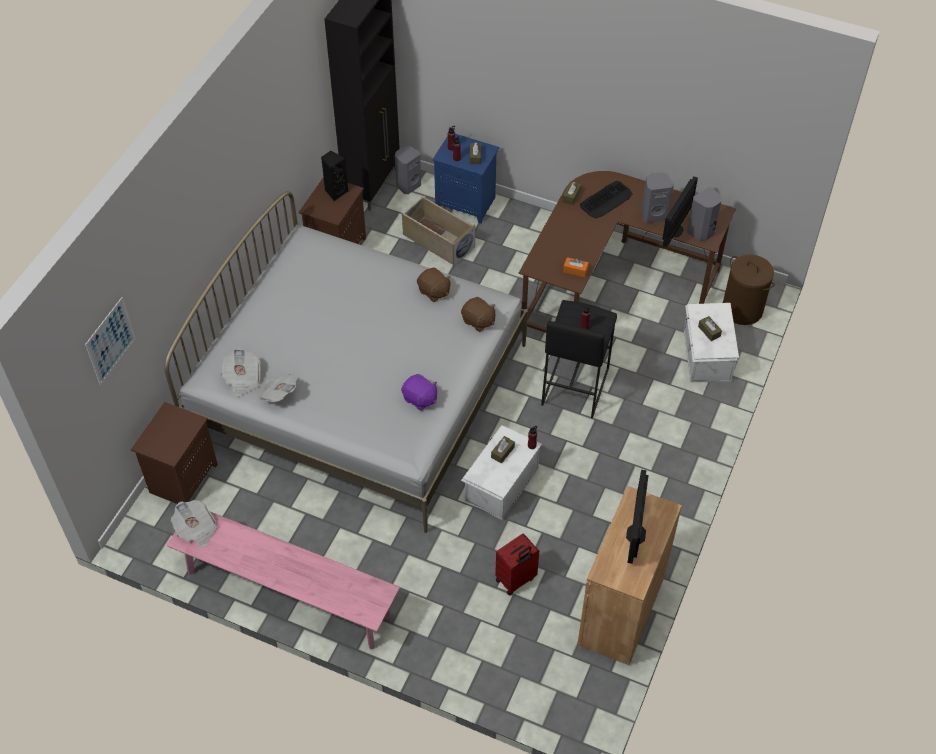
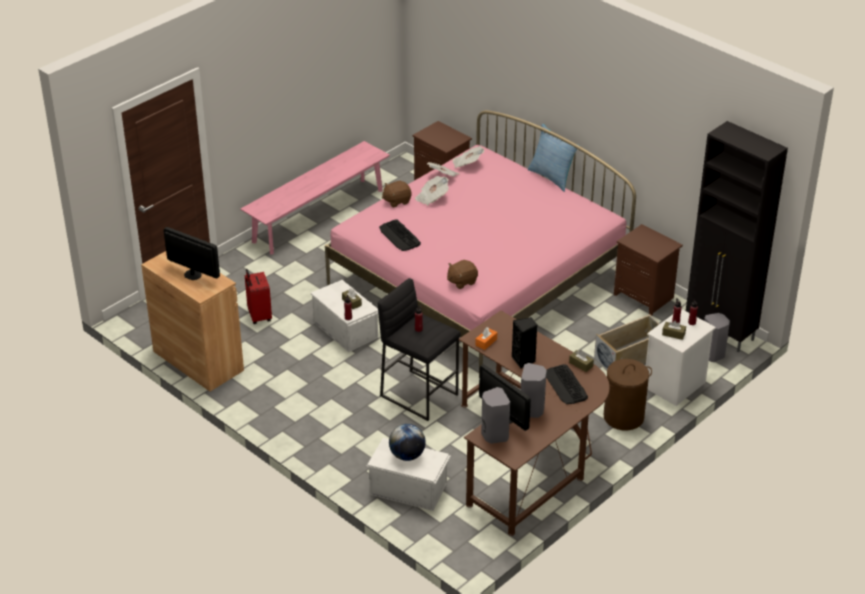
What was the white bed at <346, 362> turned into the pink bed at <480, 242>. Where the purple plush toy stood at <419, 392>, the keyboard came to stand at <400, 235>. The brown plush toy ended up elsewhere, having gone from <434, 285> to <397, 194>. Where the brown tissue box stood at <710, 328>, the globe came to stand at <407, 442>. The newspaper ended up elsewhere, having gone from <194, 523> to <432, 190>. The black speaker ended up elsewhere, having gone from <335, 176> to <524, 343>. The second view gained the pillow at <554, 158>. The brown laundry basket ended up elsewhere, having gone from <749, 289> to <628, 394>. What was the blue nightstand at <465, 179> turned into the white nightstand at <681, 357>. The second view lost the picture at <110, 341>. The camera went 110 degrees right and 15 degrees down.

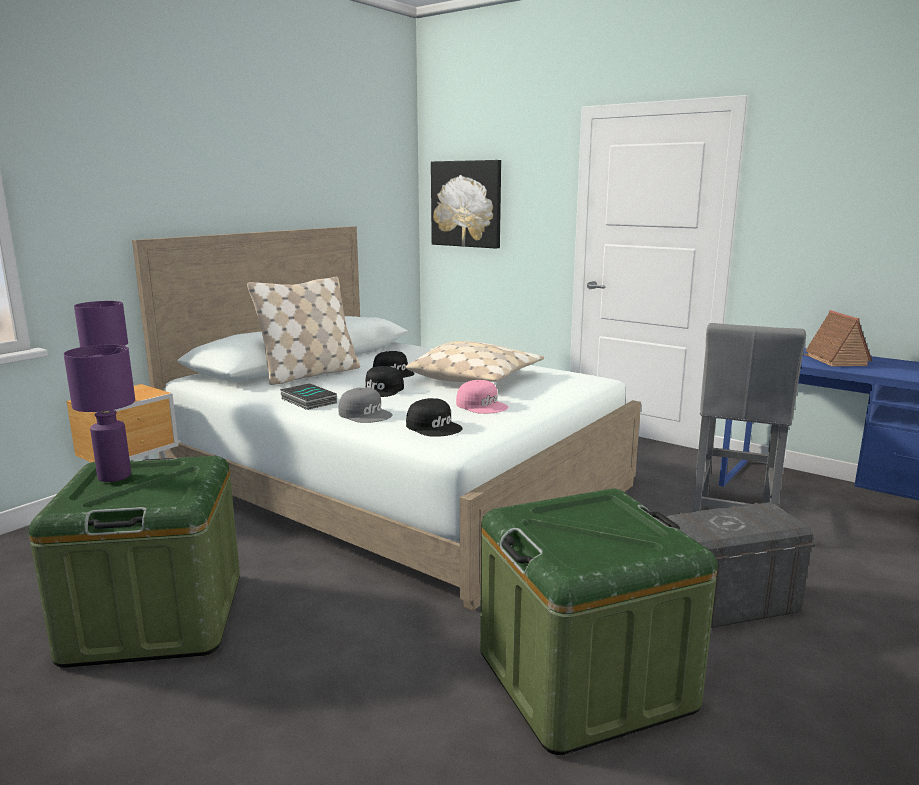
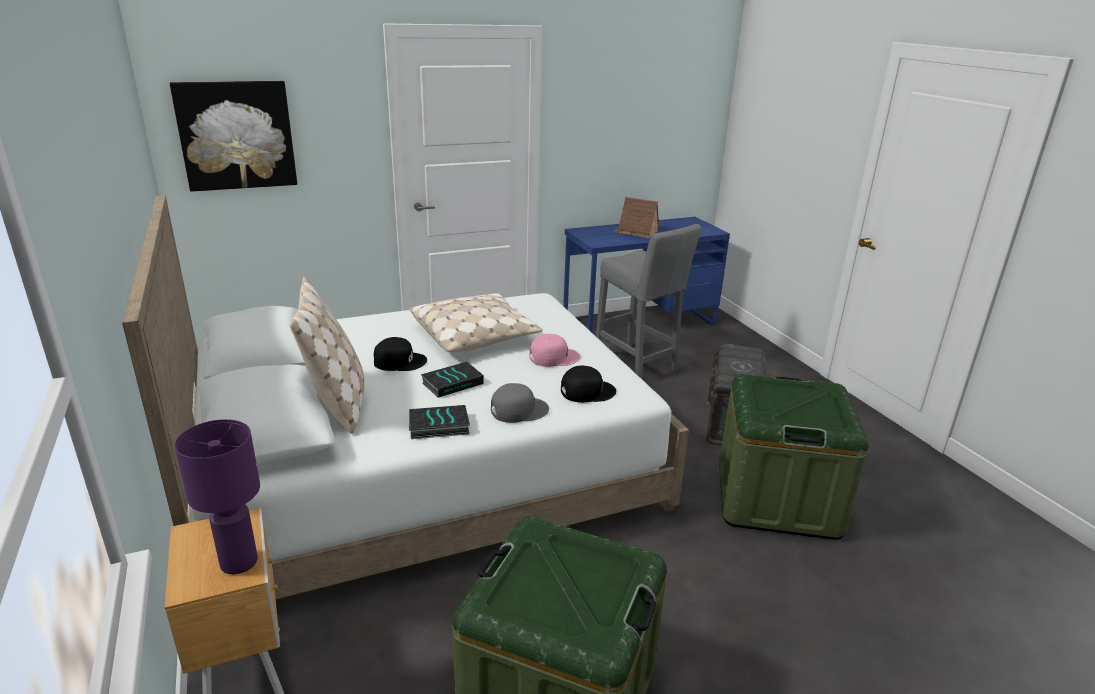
Where the black cap stood at <384, 381>, the book came to stand at <452, 380>. The second view lost the purple table lamp at <99, 413>. The camera went 60 degrees left and 10 degrees up.

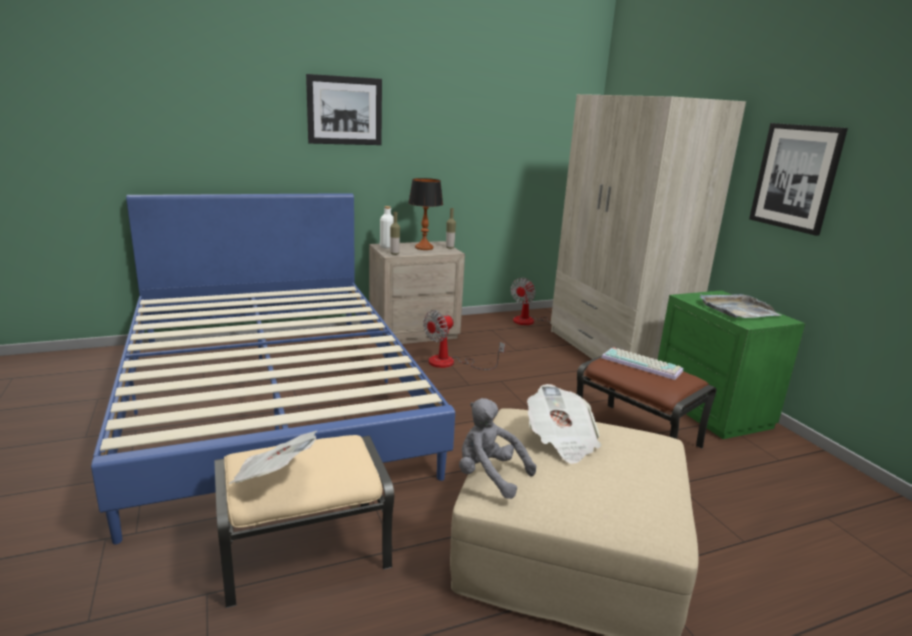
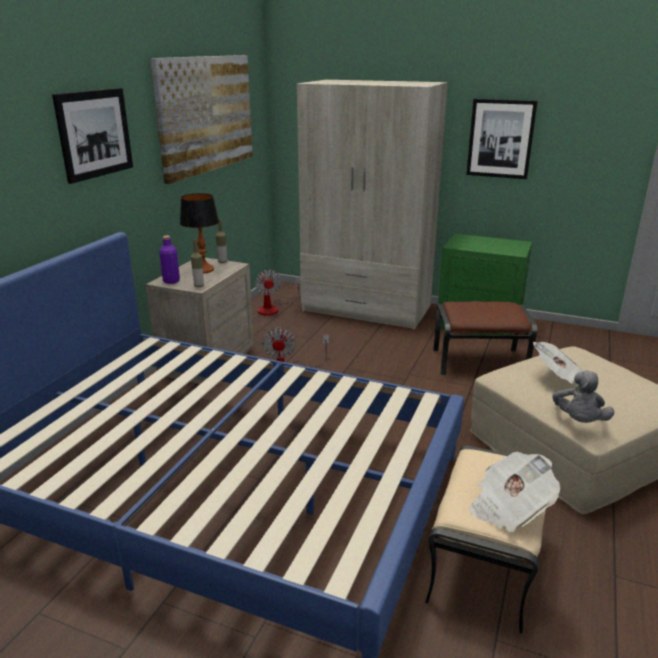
The second view gained the picture at <201, 119>. What was the white bottle at <387, 227> turned into the purple bottle at <169, 260>. The grey plush toy at <497, 448> ended up facing another way, 60 degrees counterclockwise from before. The second view lost the keyboard at <642, 363>. The second view lost the grey tray at <740, 306>. The camera went 45 degrees left and 5 degrees up.

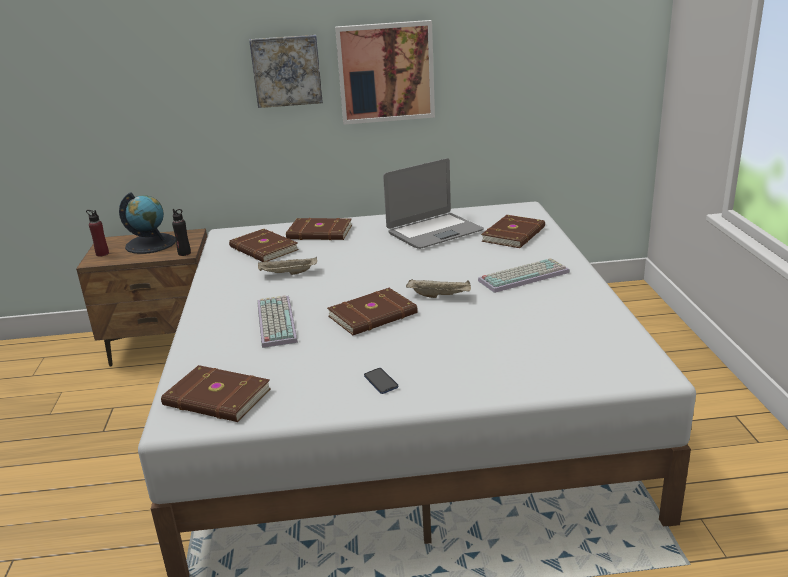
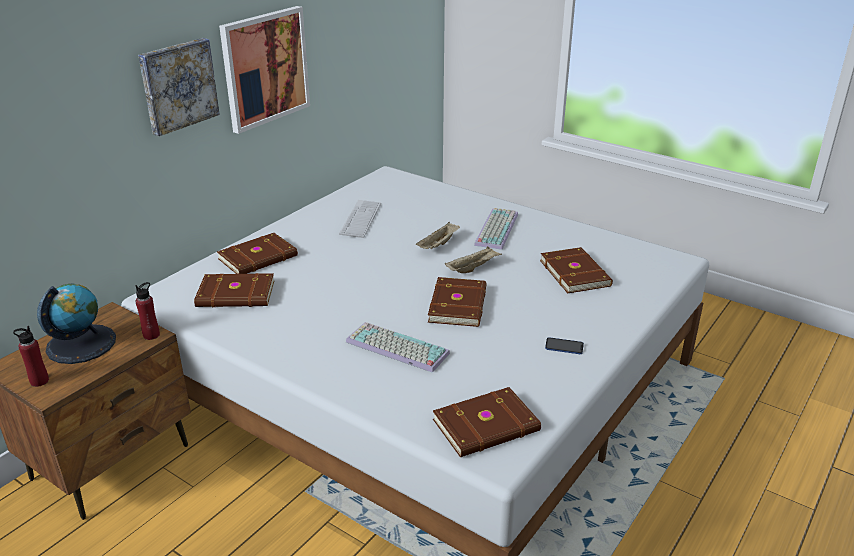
What was the black bottle at <181, 232> turned into the red bottle at <147, 311>. Where the laptop stood at <433, 203>, the keyboard came to stand at <360, 219>. The beige tray ended up elsewhere, having gone from <287, 266> to <438, 235>. The brown book ended up elsewhere, having gone from <513, 231> to <576, 270>. The camera went 50 degrees left and 5 degrees up.

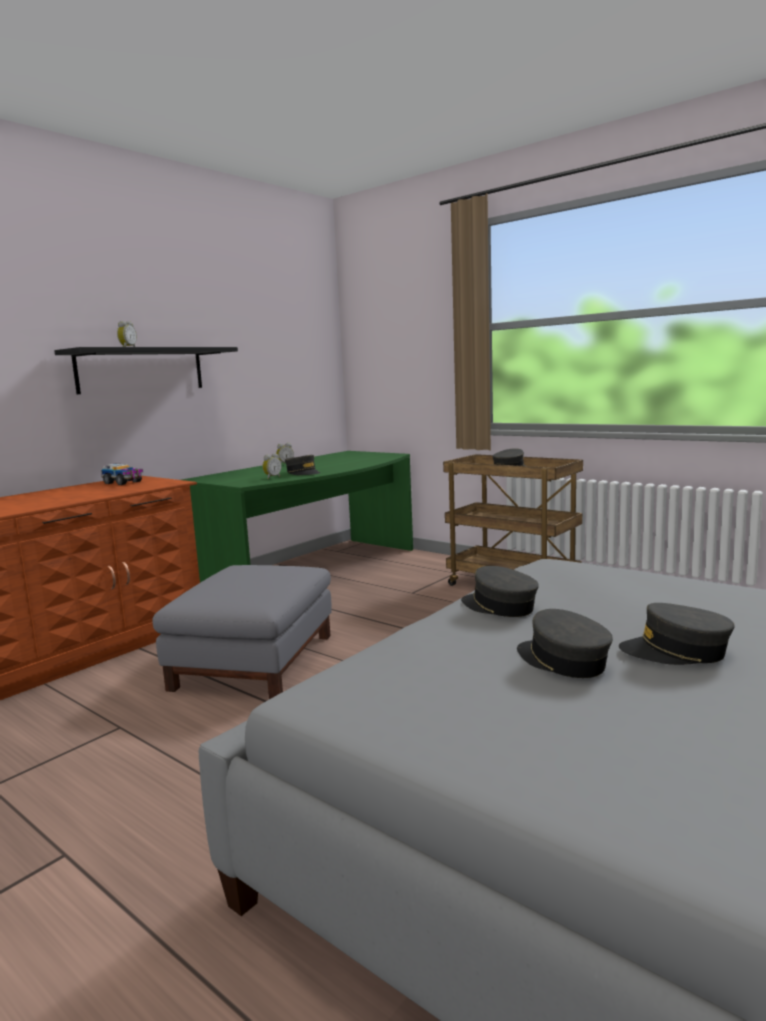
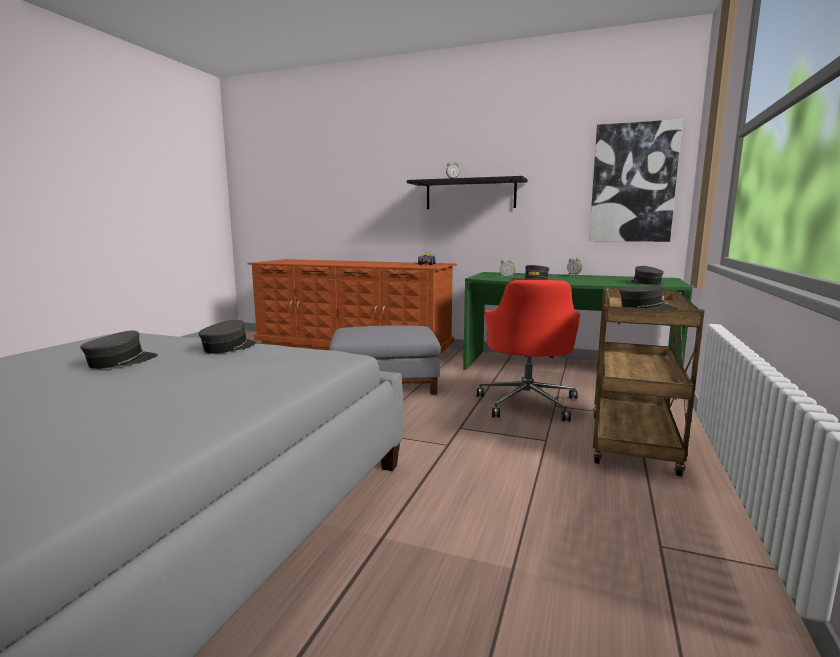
The second view gained the red office chair at <528, 351>. The second view gained the picture at <636, 180>. The grey cap ended up elsewhere, having gone from <677, 634> to <647, 275>. The camera went 70 degrees right and 0 degrees up.

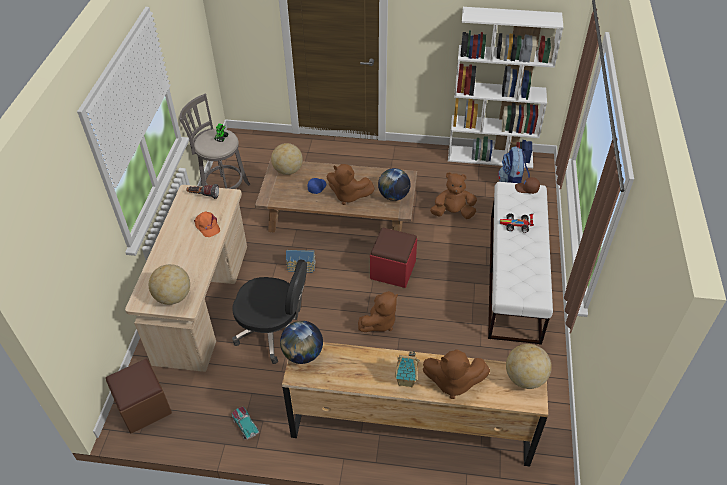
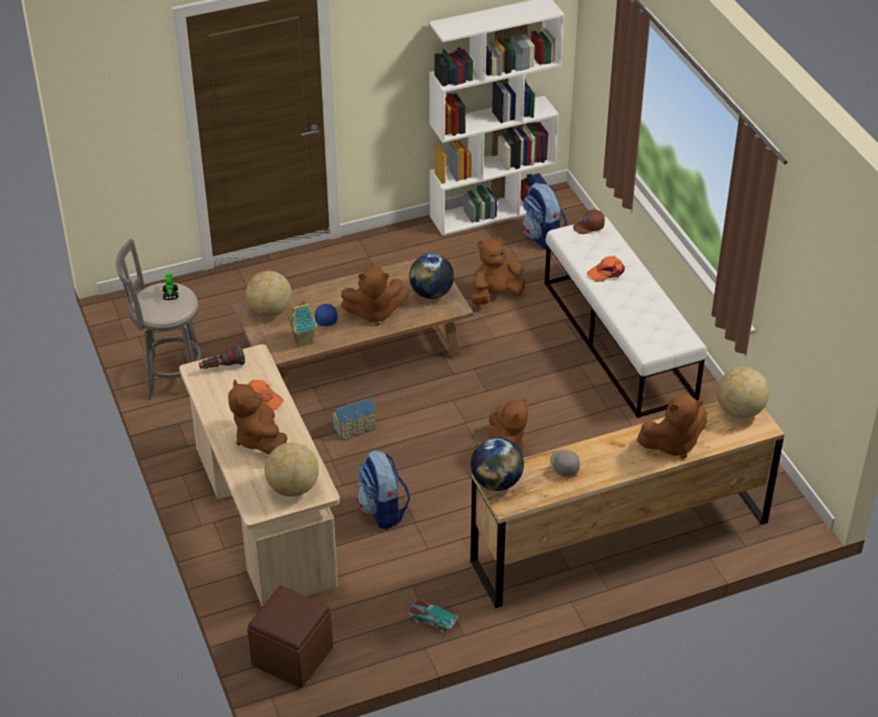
The second view gained the brown plush toy at <257, 416>. The toy house ended up elsewhere, having gone from <407, 369> to <302, 324>. Where the black office chair stood at <269, 311>, the backpack came to stand at <384, 489>. The second view gained the grey cap at <565, 463>. Where the toy car stood at <517, 223>, the orange cap came to stand at <606, 269>. The second view lost the red ottoman at <393, 258>. The camera went 30 degrees left and 5 degrees down.

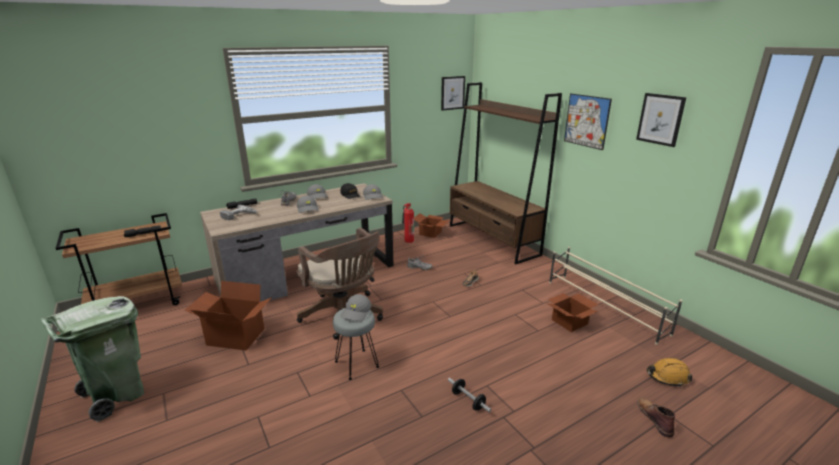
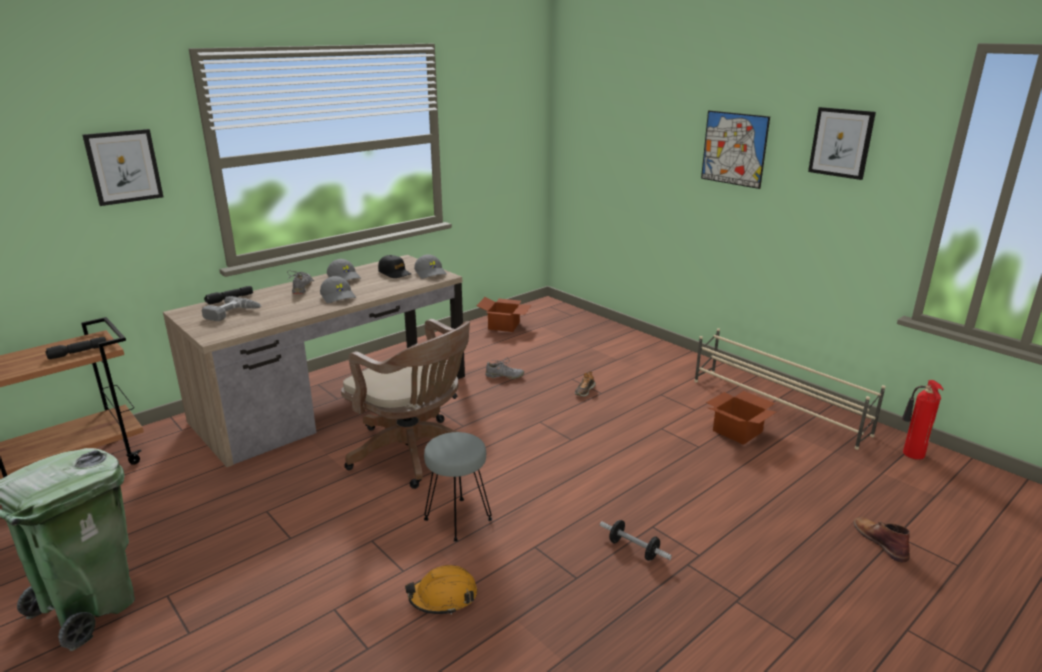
The picture ended up elsewhere, having gone from <453, 93> to <122, 167>. The orange hard hat ended up elsewhere, having gone from <669, 372> to <441, 590>. The fire extinguisher ended up elsewhere, having gone from <408, 223> to <923, 420>. The second view lost the cardboard box at <228, 316>. The second view lost the grey cap at <355, 307>. The second view lost the brown bookcase at <506, 173>. The camera went 10 degrees left and 0 degrees up.

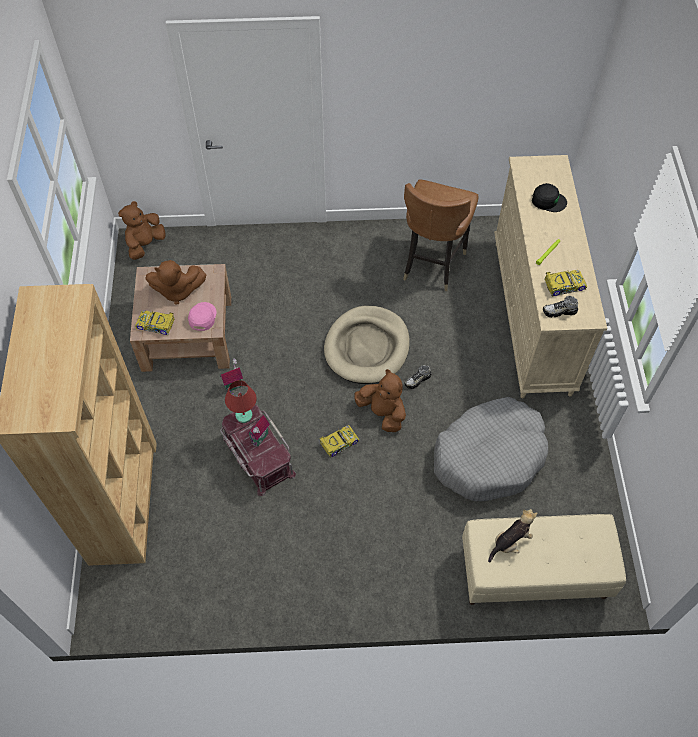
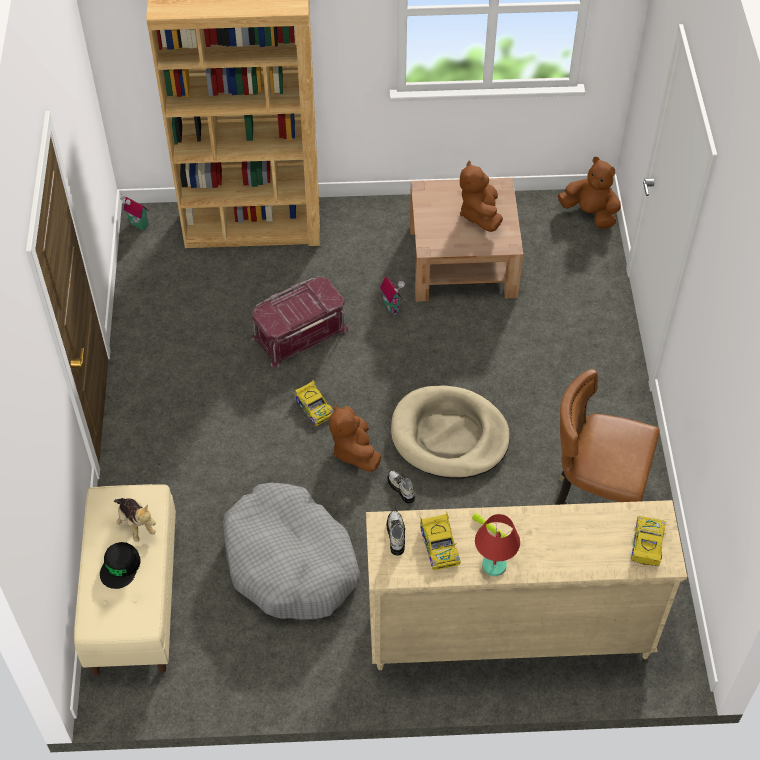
The black cap ended up elsewhere, having gone from <549, 197> to <120, 565>. The toy house ended up elsewhere, having gone from <258, 431> to <134, 212>. The brown plush toy at <380, 400> ended up facing another way, 120 degrees clockwise from before. The red table lamp ended up elsewhere, having gone from <241, 401> to <497, 545>. The toy car ended up elsewhere, having gone from <155, 322> to <648, 541>. The second view lost the pink cap at <202, 316>. The camera went 90 degrees right and 5 degrees down.

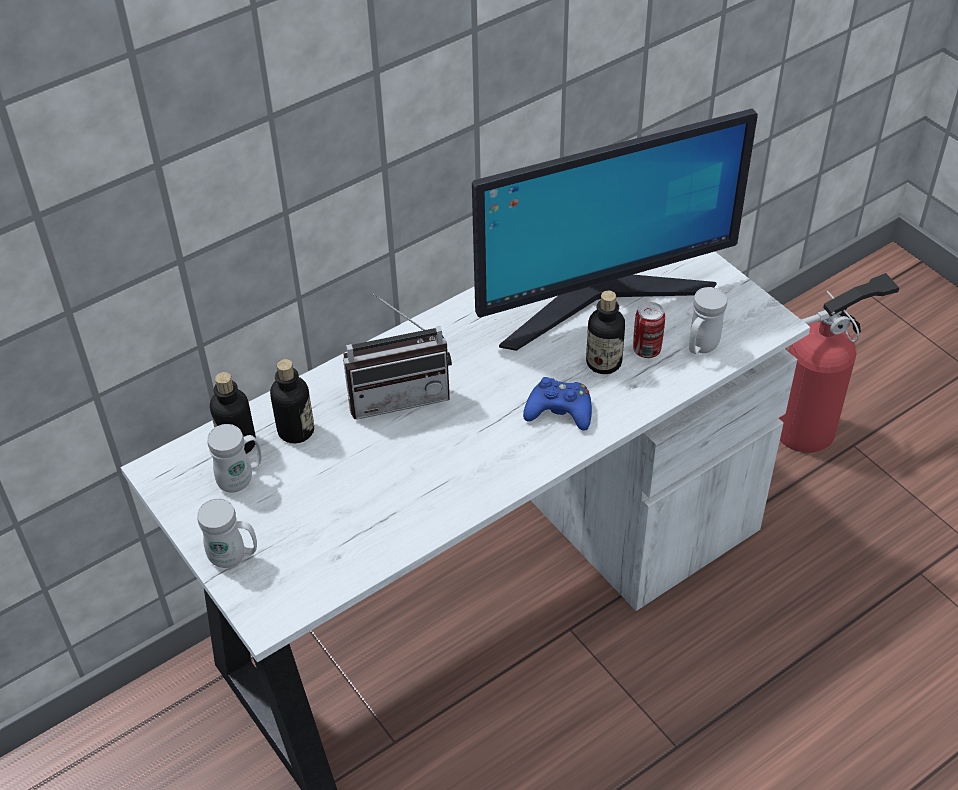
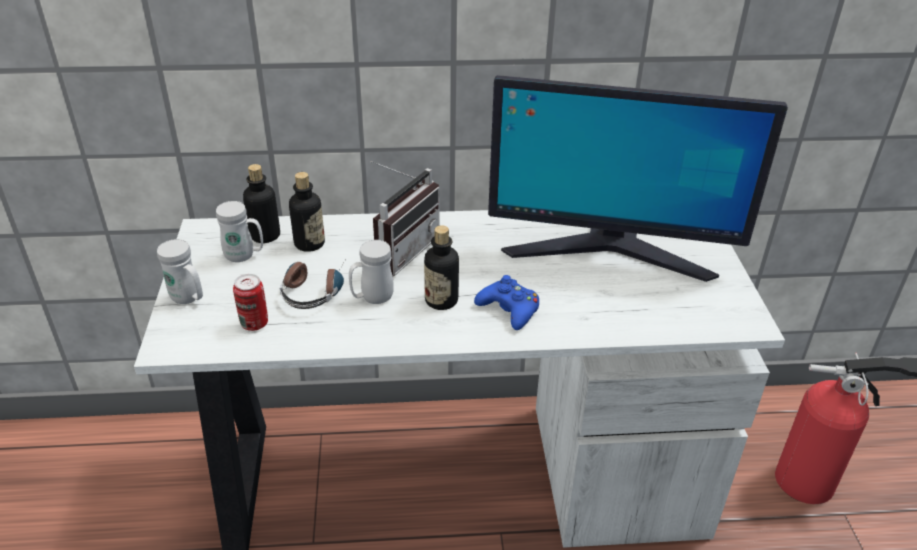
The can ended up elsewhere, having gone from <649, 330> to <250, 302>. The second view gained the headphones at <312, 285>. The white mug ended up elsewhere, having gone from <708, 320> to <371, 272>. The radio at <397, 356> ended up facing another way, 75 degrees counterclockwise from before. The bottle ended up elsewhere, having gone from <605, 332> to <441, 267>. The camera went 30 degrees right and 10 degrees down.

